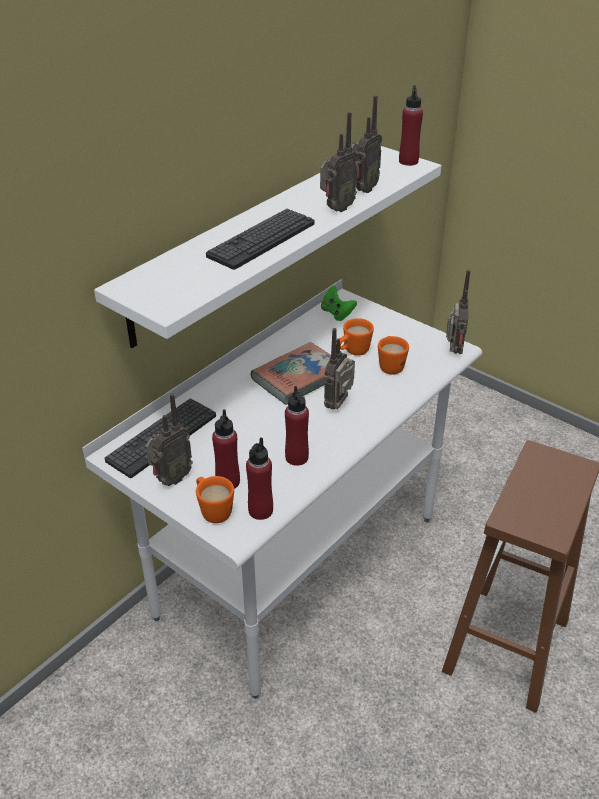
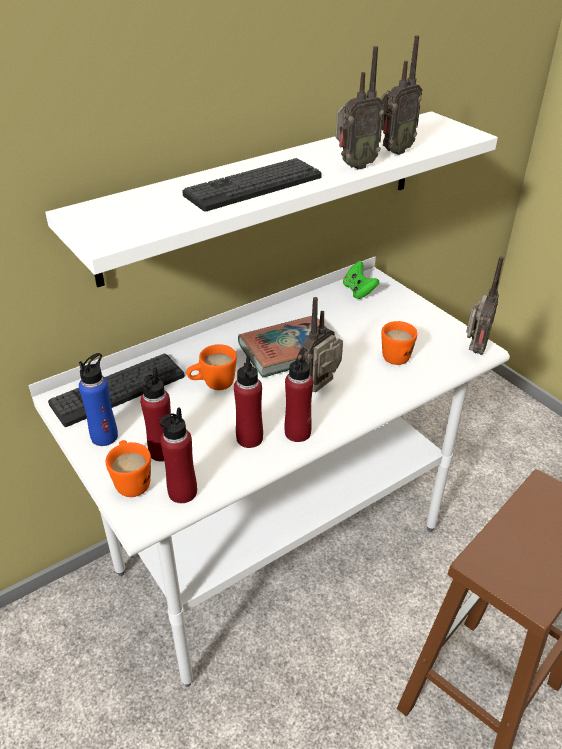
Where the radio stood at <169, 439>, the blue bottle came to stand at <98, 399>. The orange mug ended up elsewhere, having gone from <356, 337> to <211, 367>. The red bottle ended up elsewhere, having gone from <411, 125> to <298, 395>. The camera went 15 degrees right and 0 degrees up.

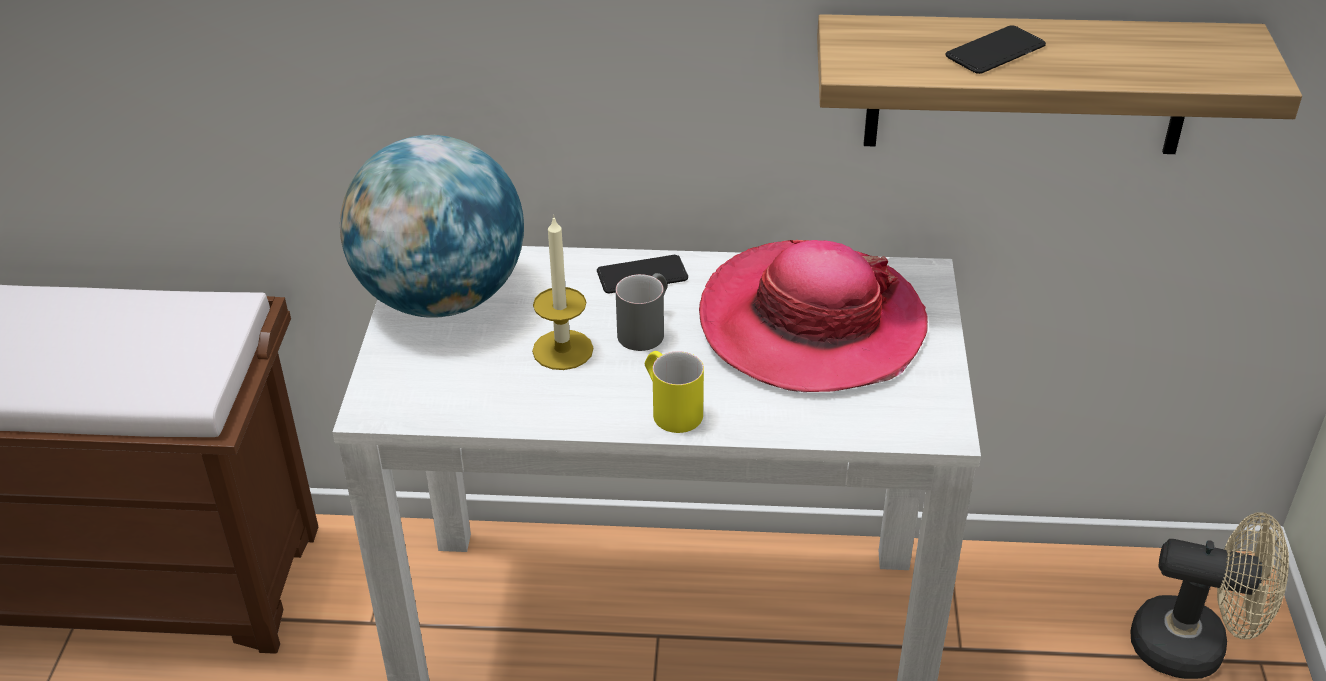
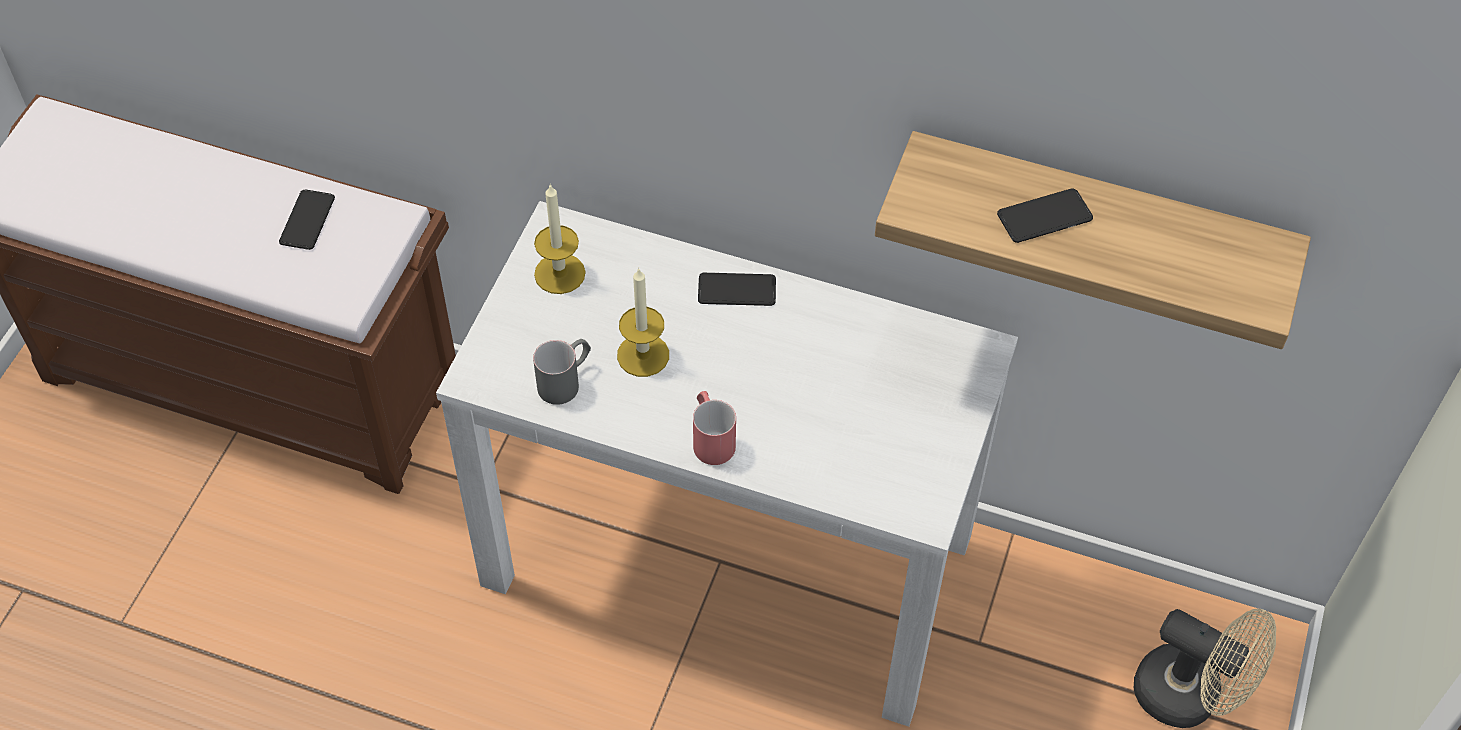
The second view gained the phone at <307, 220>. The grey mug ended up elsewhere, having gone from <642, 312> to <562, 372>. Where the globe stood at <432, 226>, the candle came to stand at <560, 239>. What was the yellow mug at <674, 392> turned into the red mug at <714, 428>. The second view lost the hat at <813, 316>. The camera went 15 degrees right and 15 degrees up.

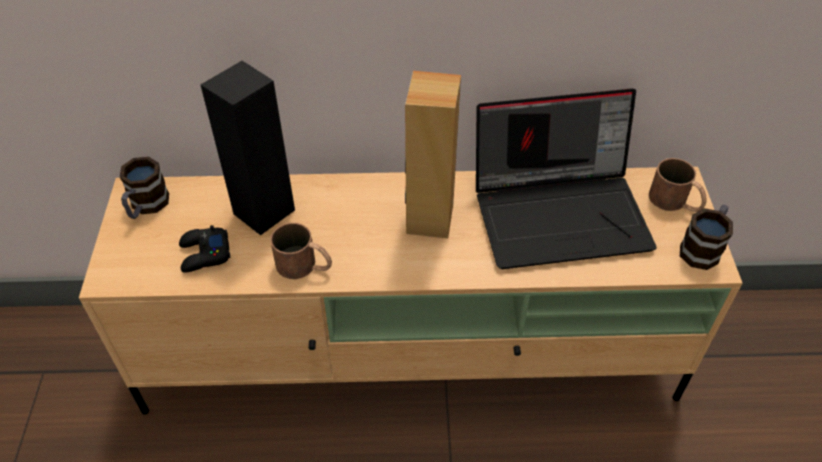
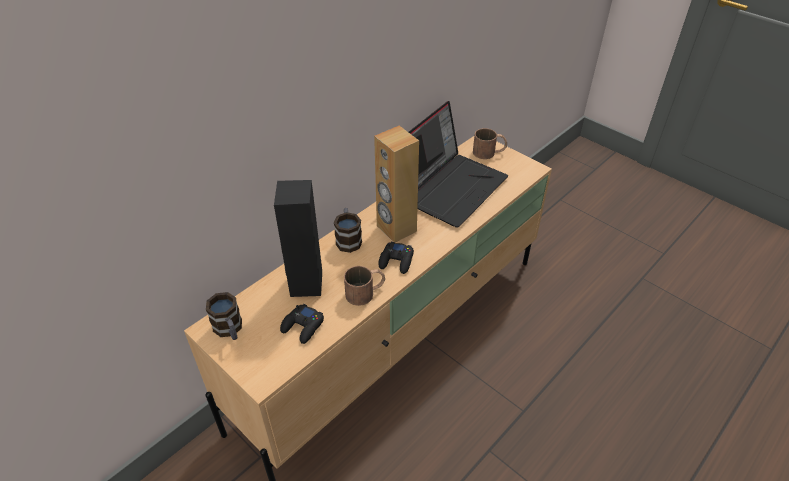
The mug ended up elsewhere, having gone from <706, 237> to <348, 230>. The second view gained the black game controller at <396, 258>. The camera went 45 degrees left and 5 degrees down.

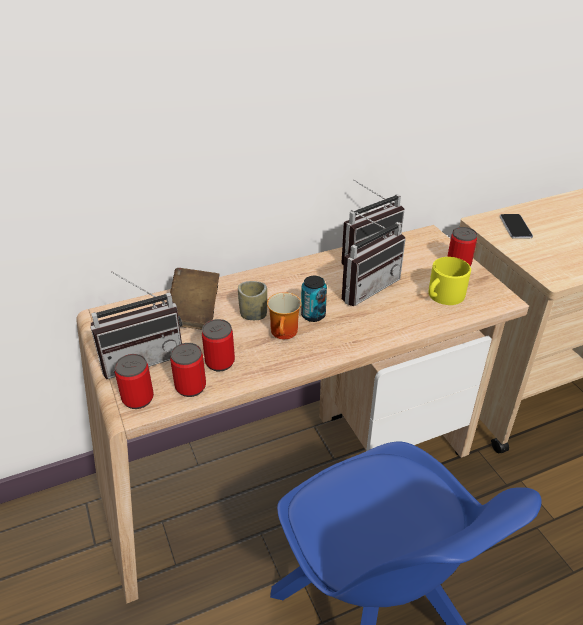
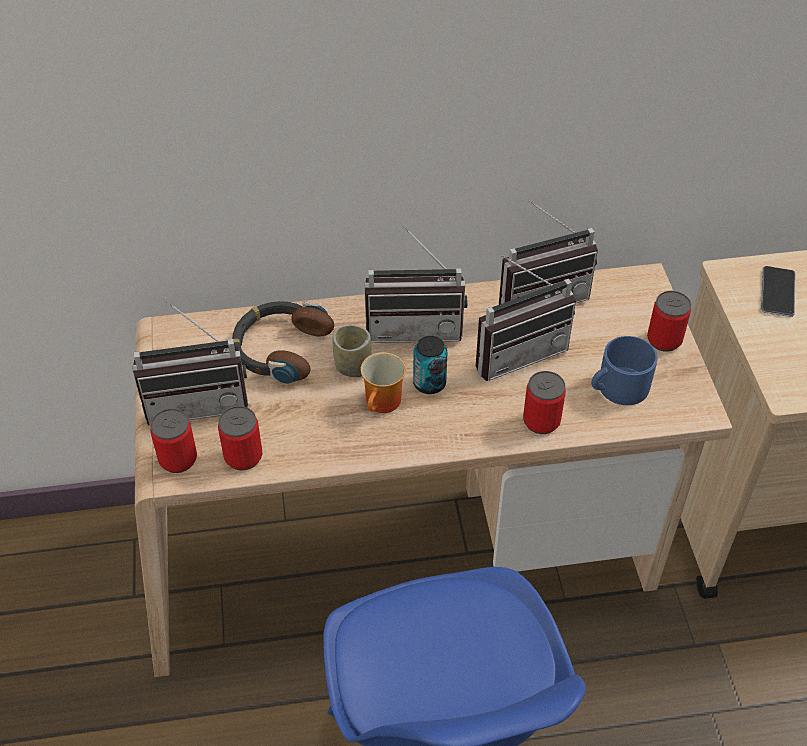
Where the brown book stood at <195, 299>, the headphones came to stand at <283, 342>. The second view gained the radio at <415, 284>. The can ended up elsewhere, having gone from <218, 345> to <544, 402>. What was the yellow mug at <450, 281> turned into the blue mug at <624, 370>. The camera went 15 degrees right and 10 degrees up.

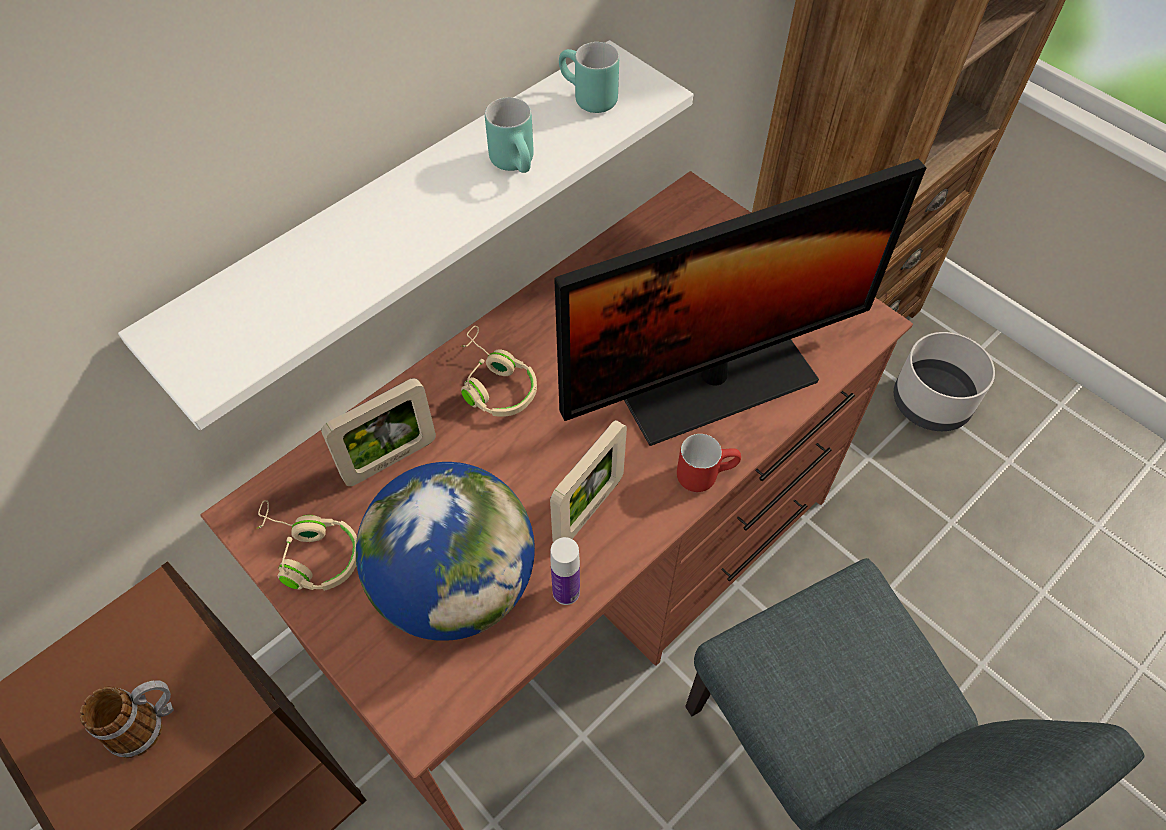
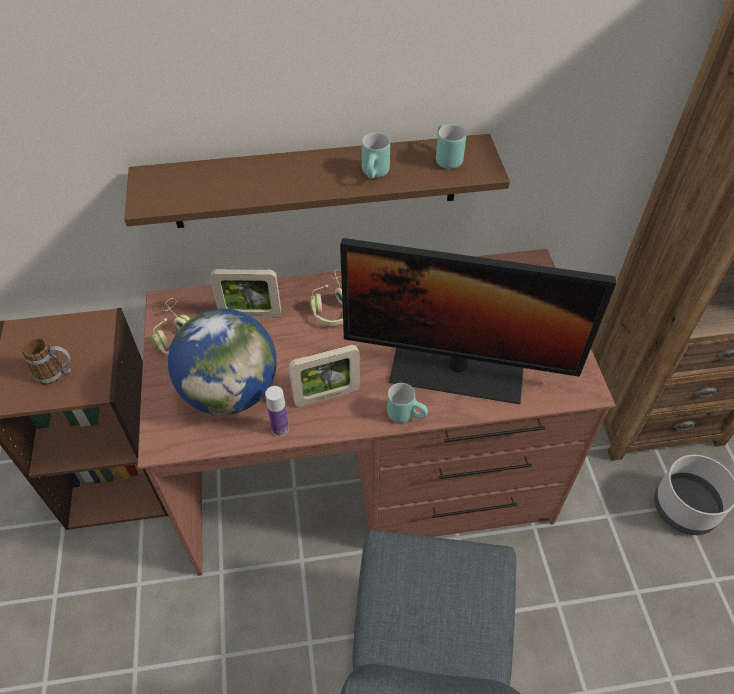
What was the white shelf at <405, 235> turned into the brown shelf at <317, 181>. What was the red mug at <709, 463> turned into the turquoise mug at <407, 403>. The camera went 35 degrees right and 5 degrees down.

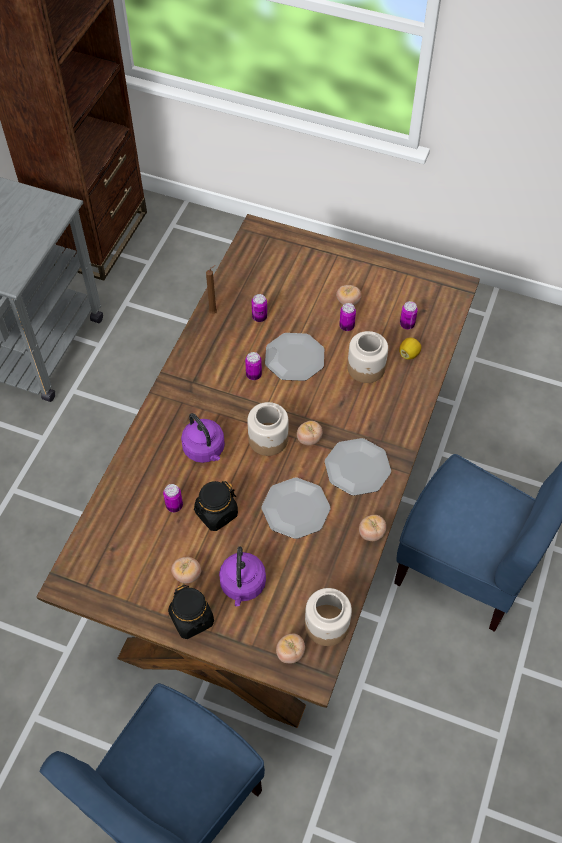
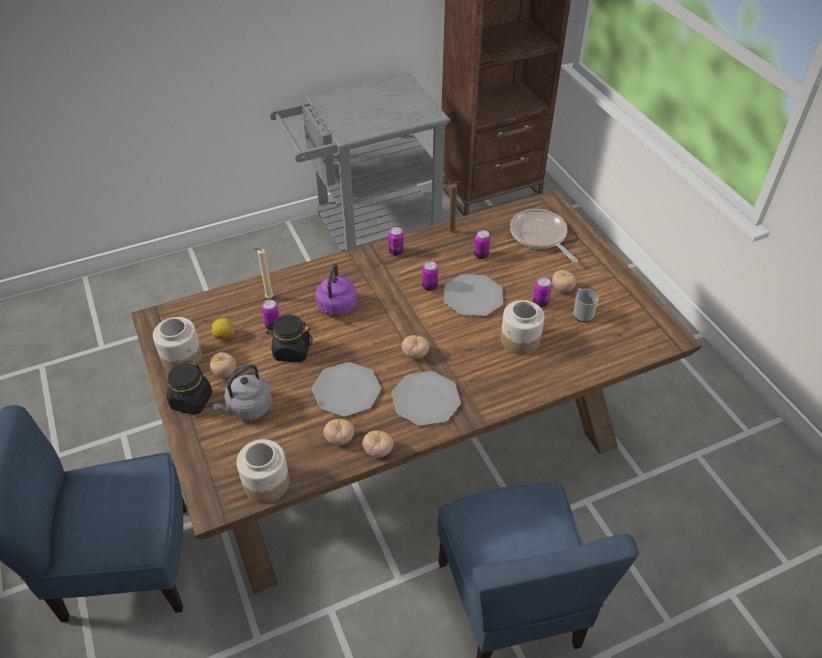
The jar ended up elsewhere, having gone from <268, 429> to <177, 344>. The lemon ended up elsewhere, having gone from <410, 348> to <223, 328>. What was the purple kettle at <242, 576> turned into the grey kettle at <242, 392>. The second view gained the beige candle at <263, 273>. The tomato ended up elsewhere, having gone from <290, 648> to <338, 432>. The can ended up elsewhere, having gone from <409, 315> to <396, 241>. The second view gained the frying pan at <544, 235>. The second view gained the mug at <586, 305>. The camera went 45 degrees right and 10 degrees down.

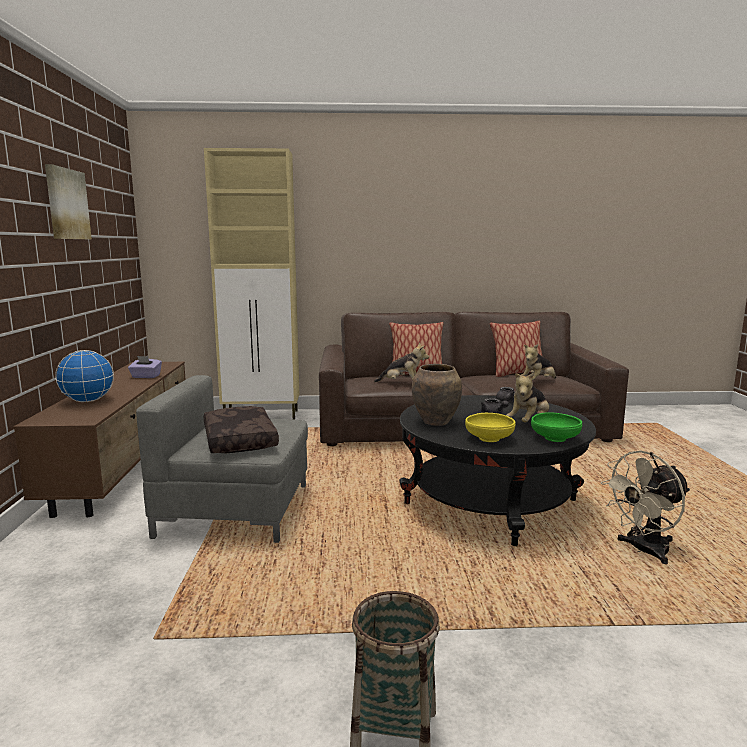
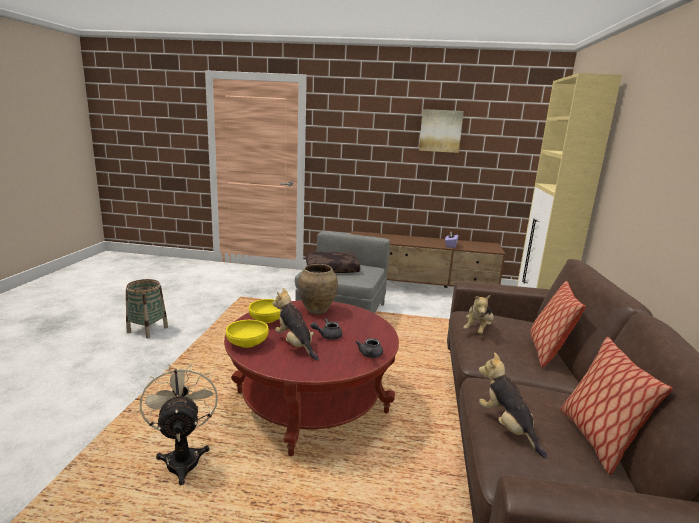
What was the black coffee table at <497, 470> turned into the red coffee table at <311, 378>. What was the green bowl at <556, 427> turned into the yellow bowl at <247, 334>. The second view lost the globe at <84, 376>. The camera went 100 degrees right and 5 degrees up.

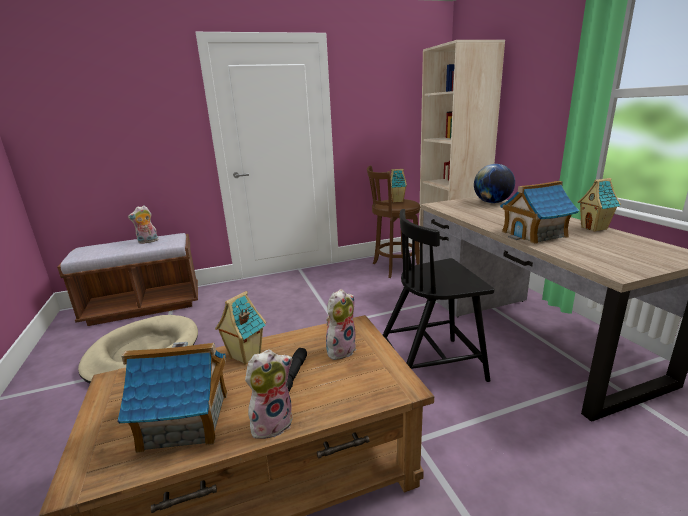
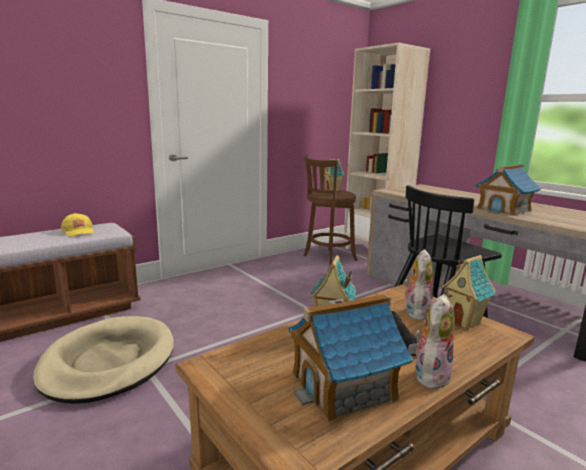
Where the plush toy stood at <143, 224>, the yellow cap came to stand at <77, 225>. The toy house ended up elsewhere, having gone from <599, 205> to <469, 292>. The second view lost the globe at <494, 183>. The camera went 20 degrees left and 5 degrees down.

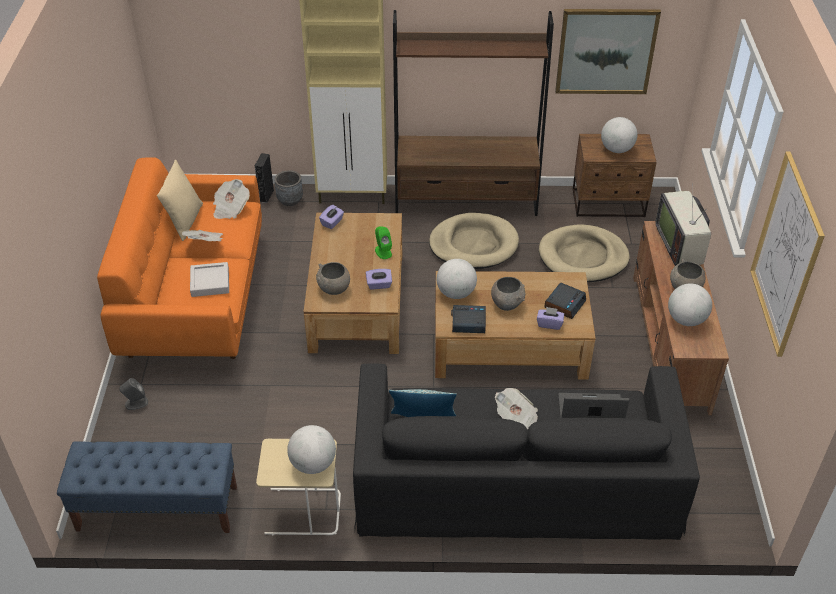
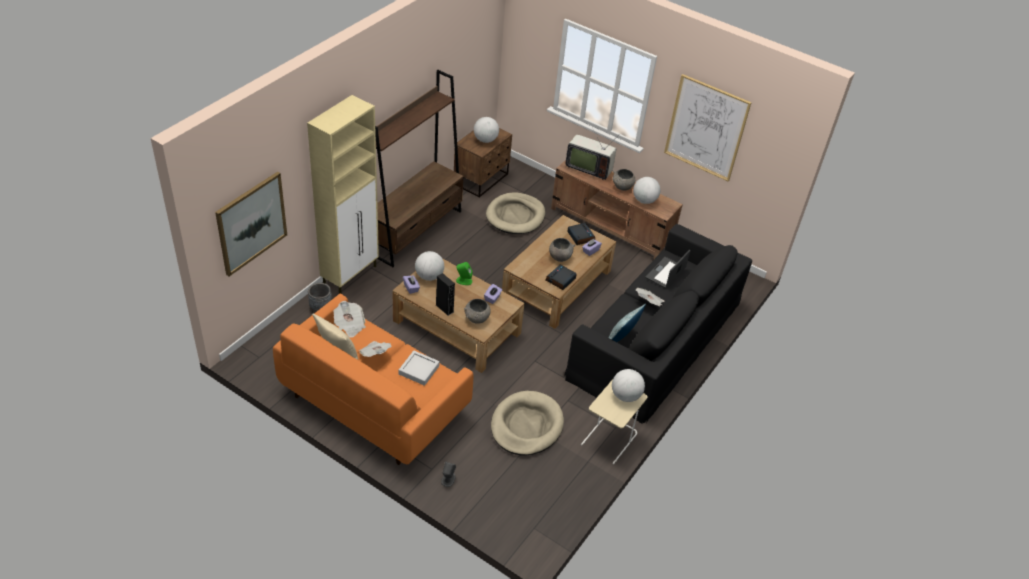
The picture ended up elsewhere, having gone from <608, 51> to <251, 224>. The globe ended up elsewhere, having gone from <457, 279> to <429, 266>. The black speaker ended up elsewhere, having gone from <264, 178> to <445, 294>. The beige dog bed ended up elsewhere, having gone from <474, 241> to <527, 423>. The second view lost the blue bench at <147, 487>. The camera went 60 degrees left and 0 degrees up.

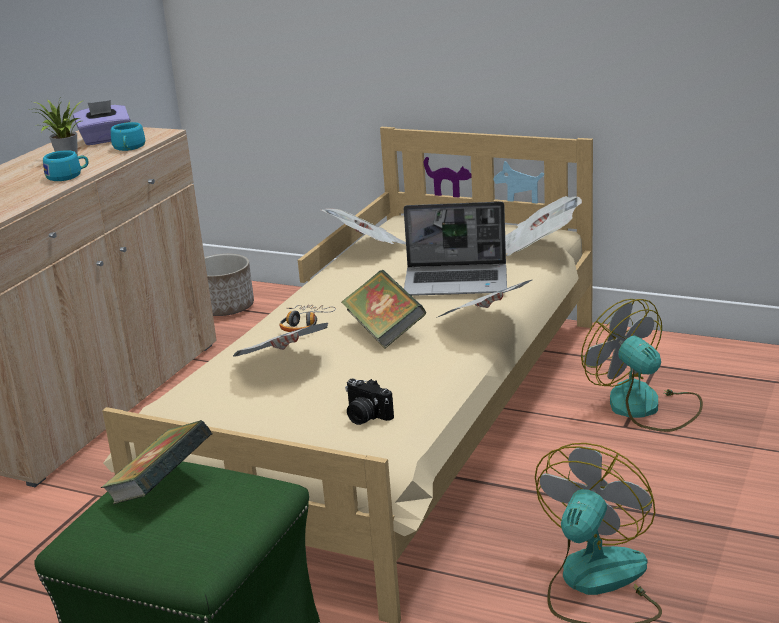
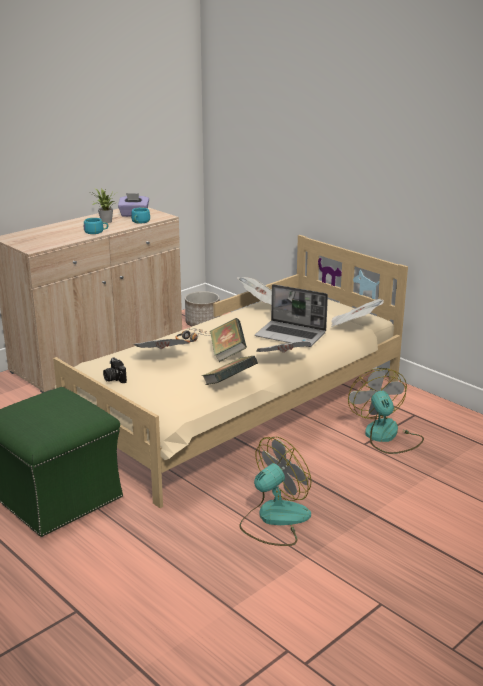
The photo camera ended up elsewhere, having gone from <369, 402> to <115, 370>. The book ended up elsewhere, having gone from <156, 462> to <230, 370>. The camera went 20 degrees right and 0 degrees up.

